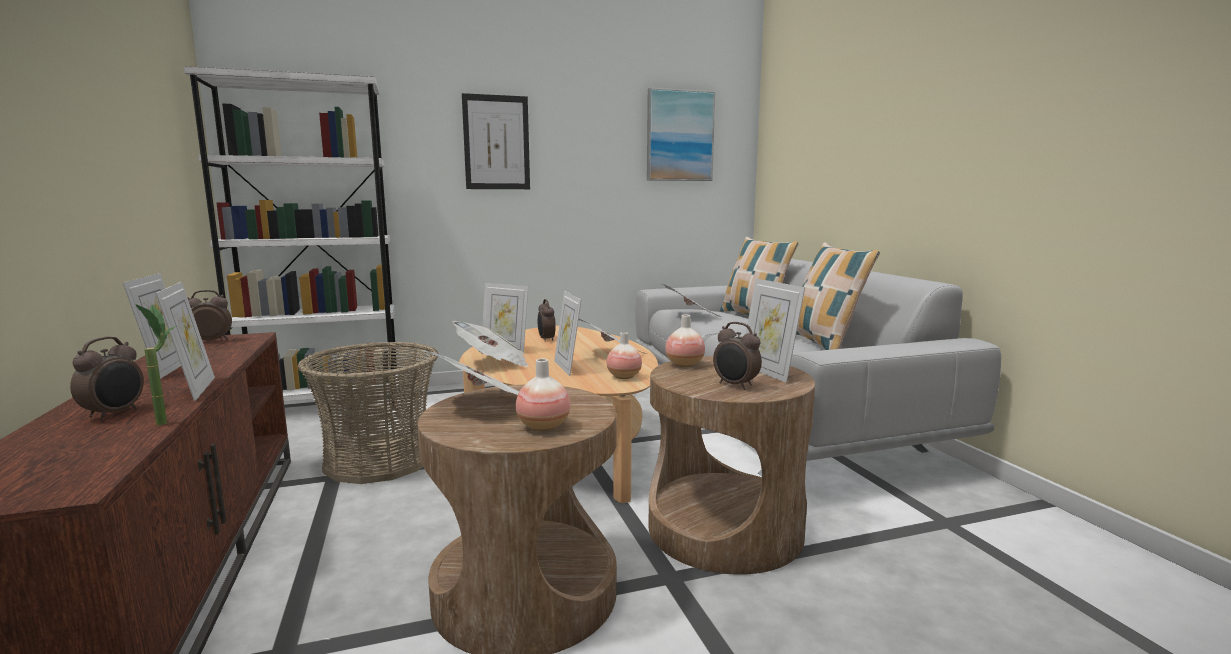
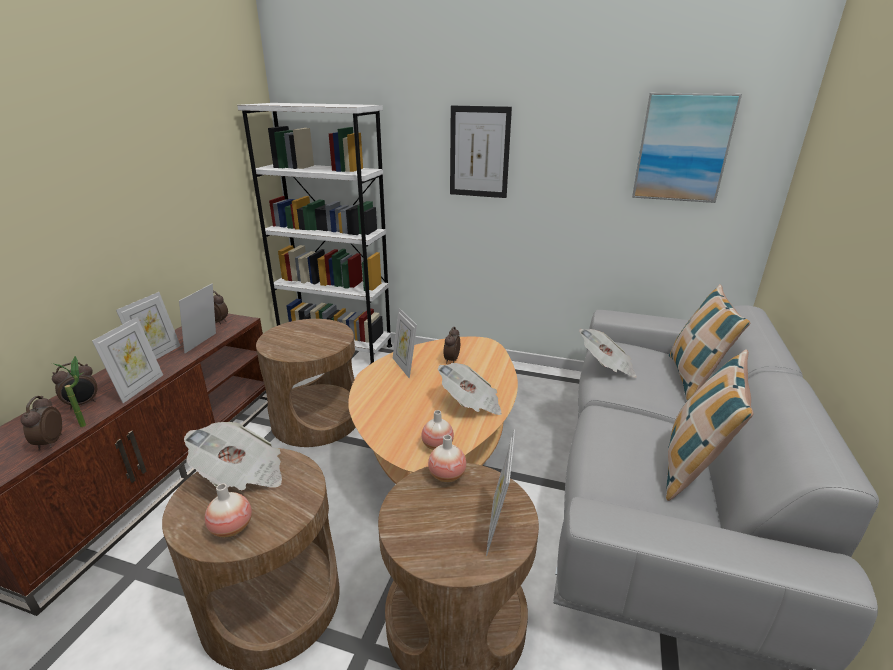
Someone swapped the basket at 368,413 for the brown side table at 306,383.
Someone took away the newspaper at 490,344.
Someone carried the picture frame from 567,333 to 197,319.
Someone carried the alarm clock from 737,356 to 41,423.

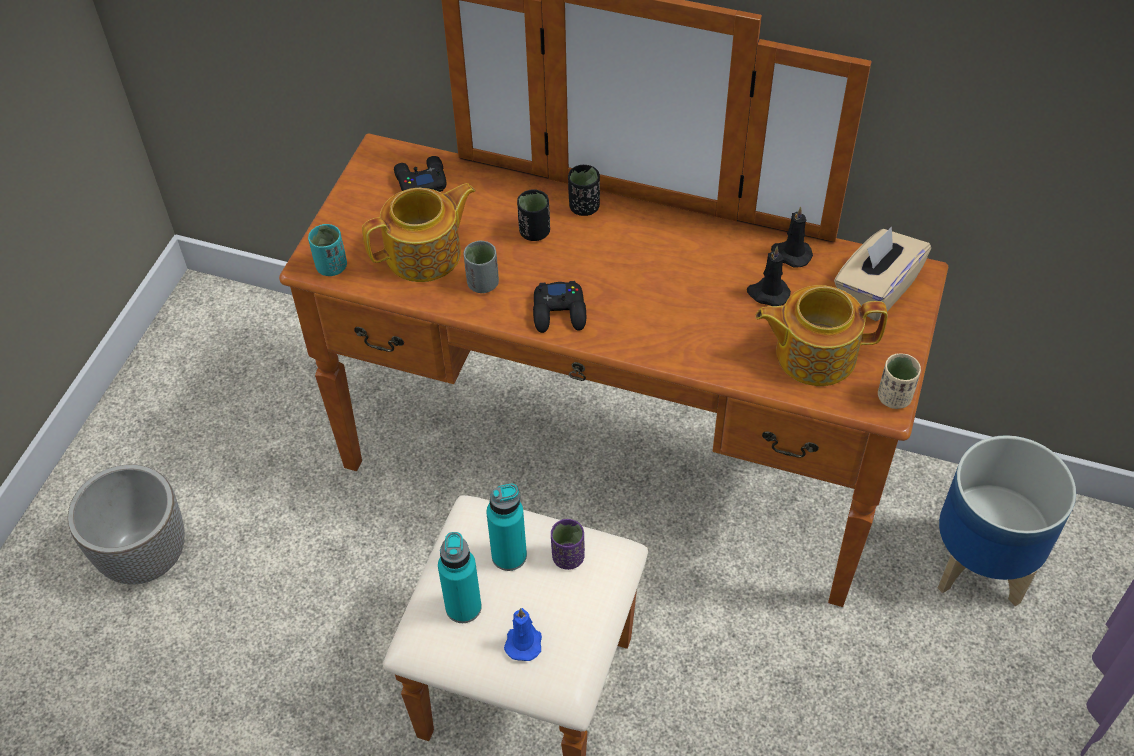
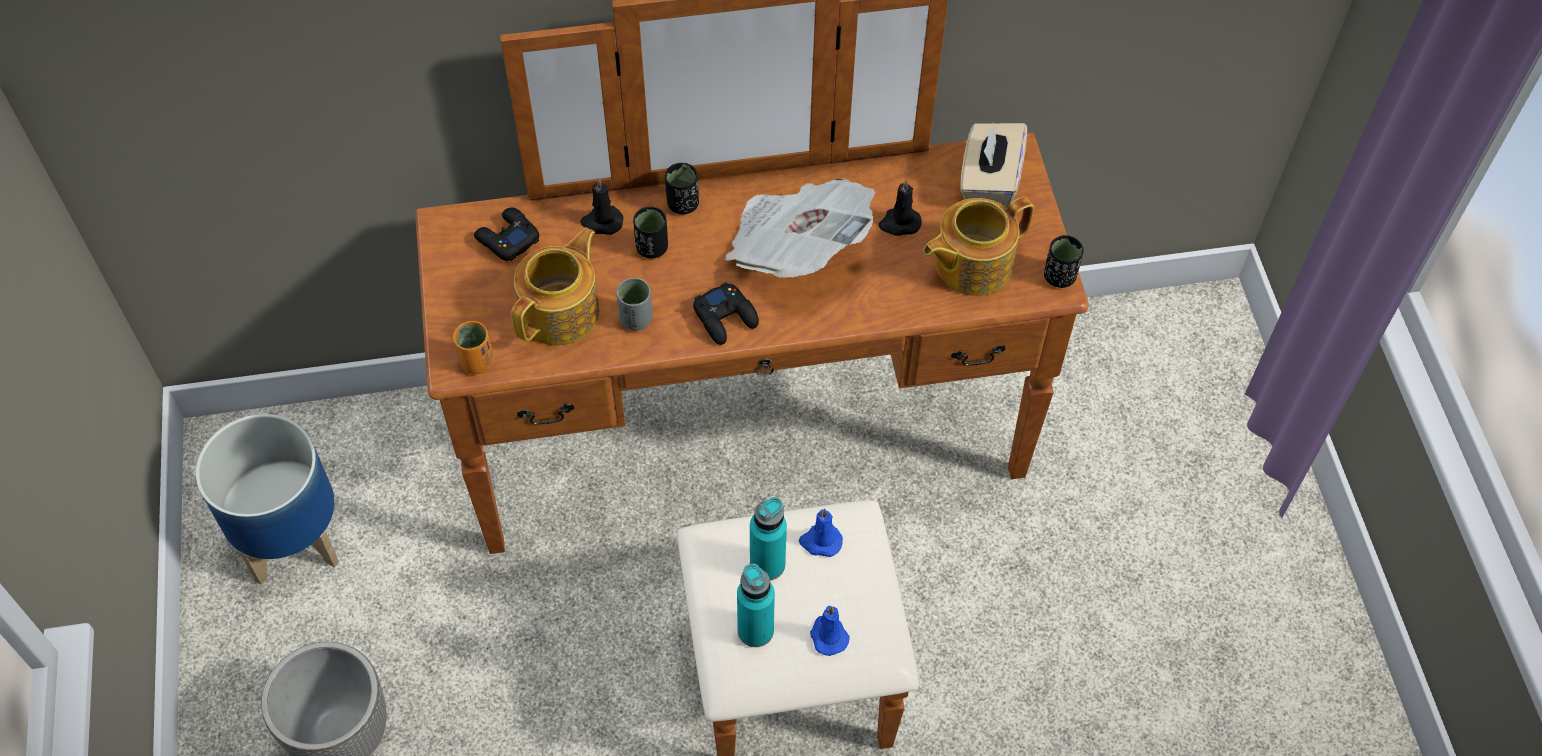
Someone repainted the turquoise cup at 327,250, which became the orange cup at 473,347.
Someone swapped the purple cup at 568,544 for the blue candle at 821,532.
Someone carried the black candle from 792,237 to 601,206.
Someone repainted the beige cup at 899,381, which became the black cup at 1064,261.
Someone carried the planter from 1007,521 to 267,499.
Someone put down the newspaper at 800,228.

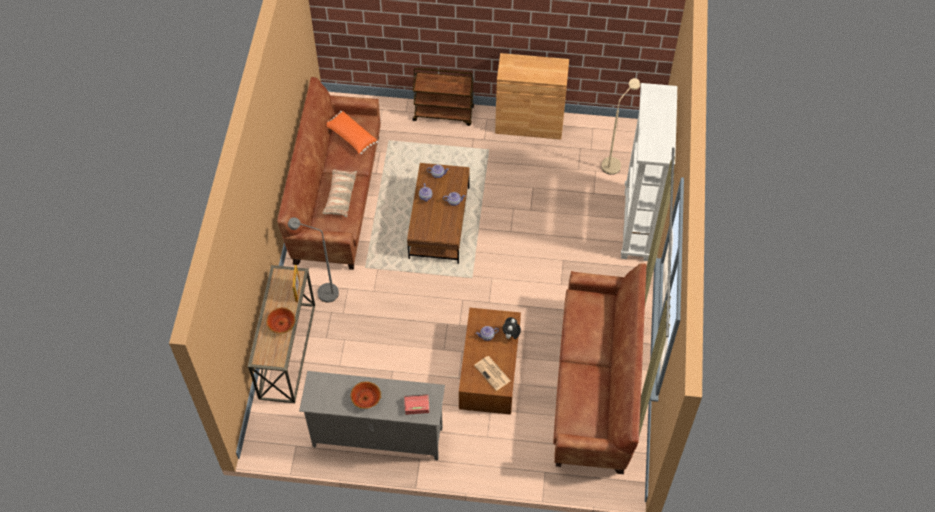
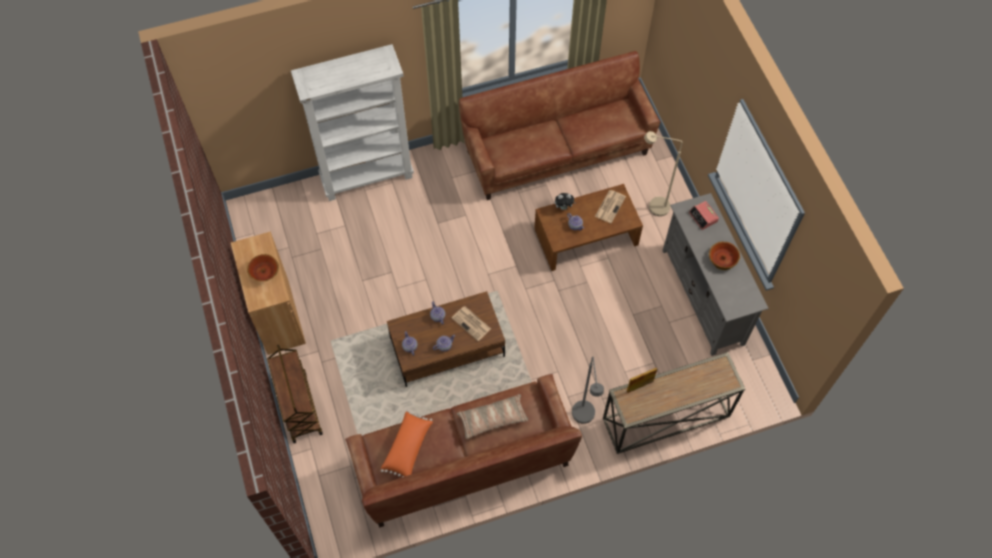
Someone carried the bowl from 280,320 to 263,267.
Someone carried the beige floor lamp from 620,126 to 663,173.
Someone put down the newspaper at 471,323.

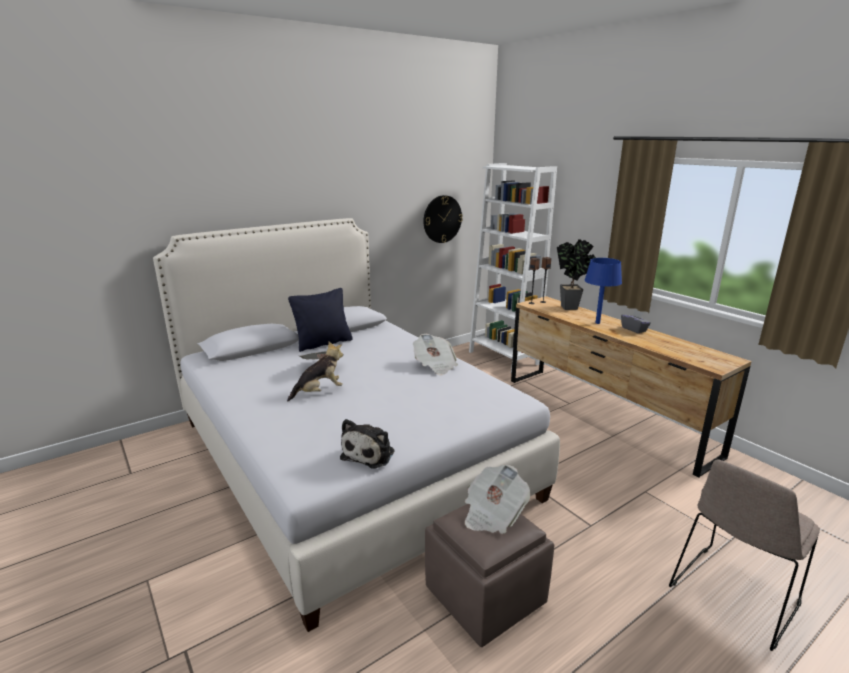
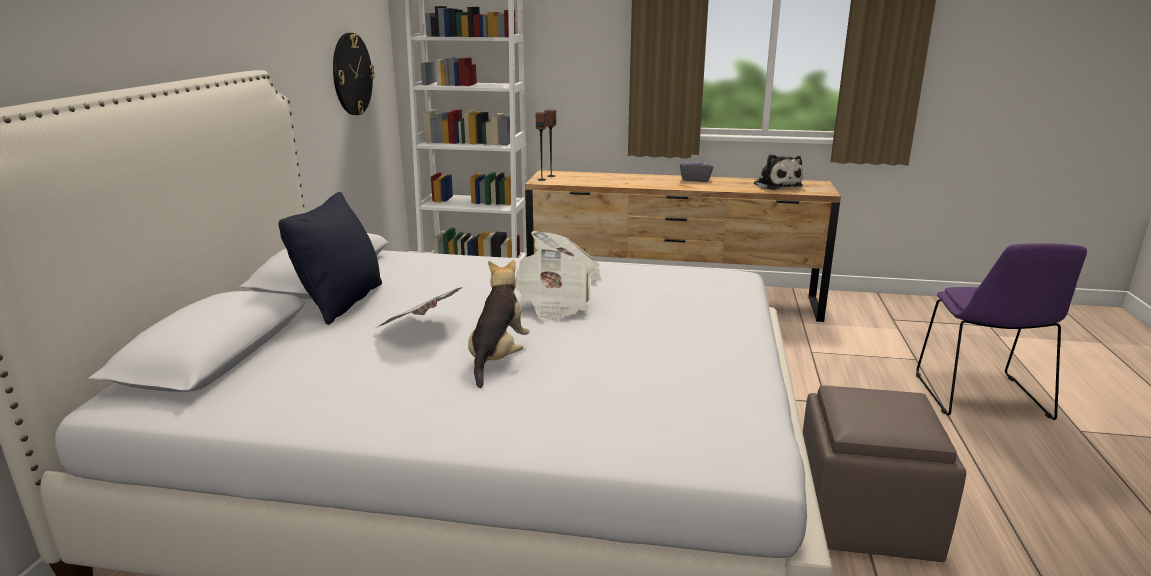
Someone carried the plush toy from 367,443 to 778,172.
Someone carried the newspaper from 497,499 to 553,285.
Someone took away the potted plant at 576,274.
Someone took away the blue table lamp at 603,291.
Someone repainted the beige chair at 744,555, which became the purple chair at 1001,331.

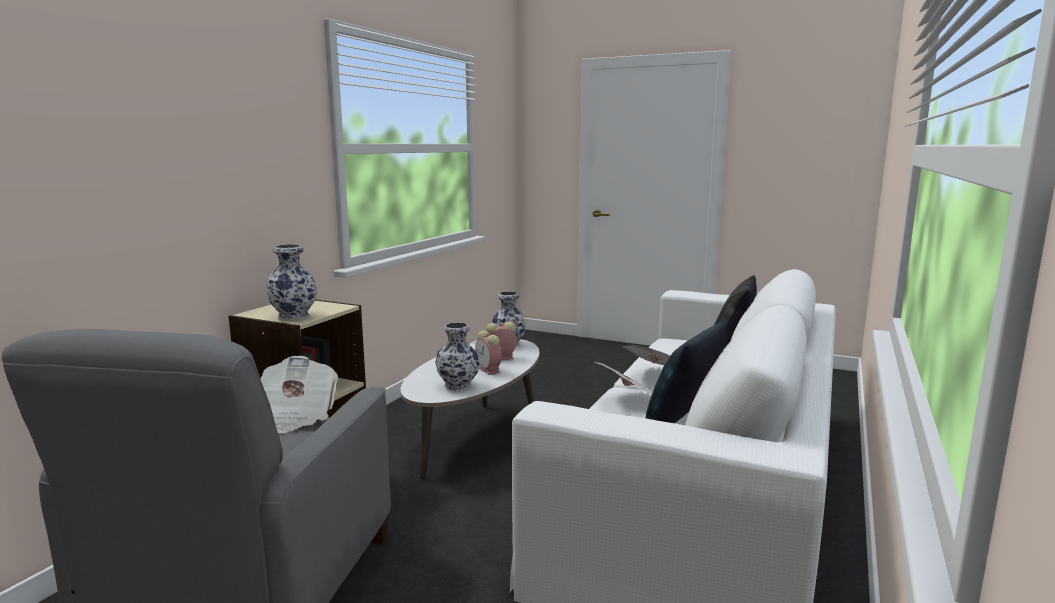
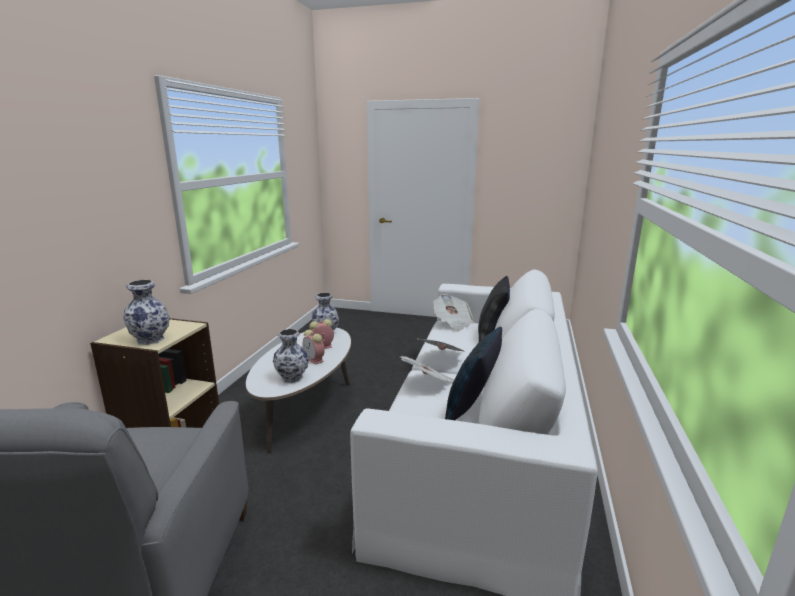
Someone carried the newspaper from 299,395 to 453,312.

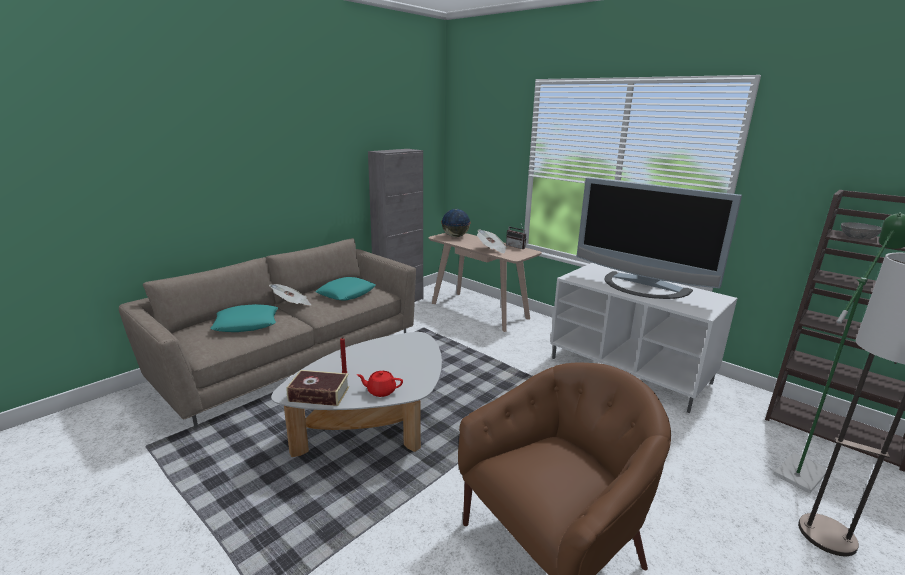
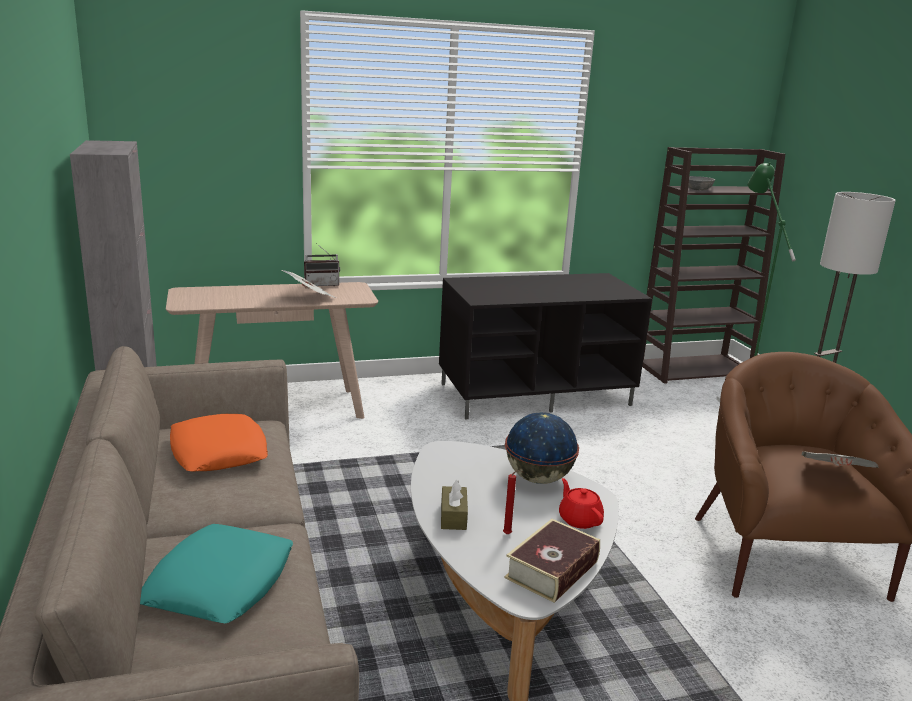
Someone carried the newspaper from 290,295 to 840,459.
Someone repainted the turquoise pillow at 346,288, which became the orange pillow at 219,442.
Someone rotated the red teapot at 380,384 by 120 degrees clockwise.
Someone carried the globe from 456,223 to 542,448.
Someone repainted the white tv stand at 643,338, which became the black tv stand at 545,346.
Someone took away the television at 659,238.
Someone put down the brown tissue box at 454,505.

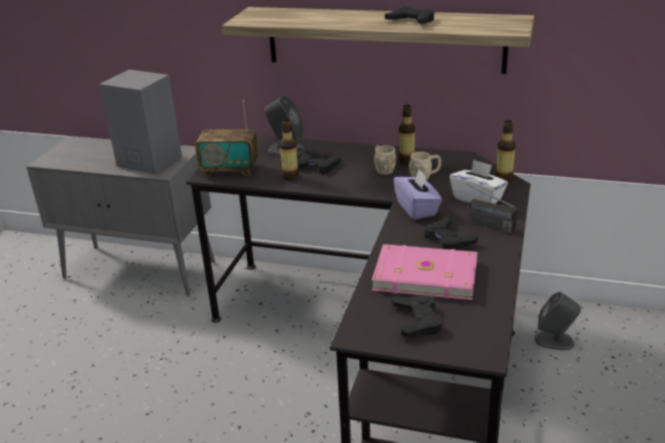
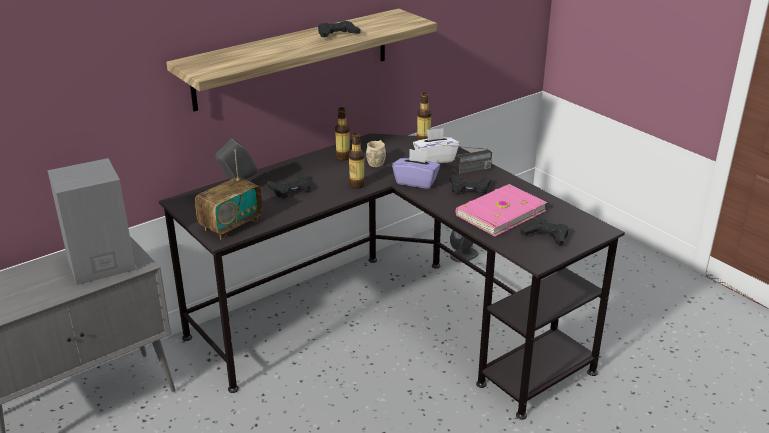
Someone carried the bottle from 289,150 to 357,161.
Someone took away the beige mug at 385,160.

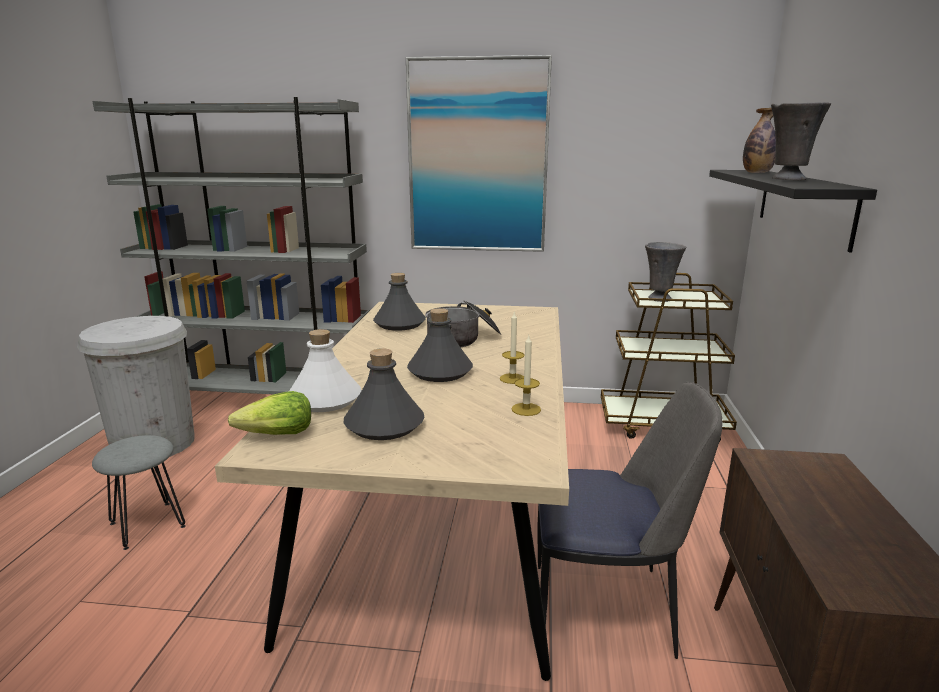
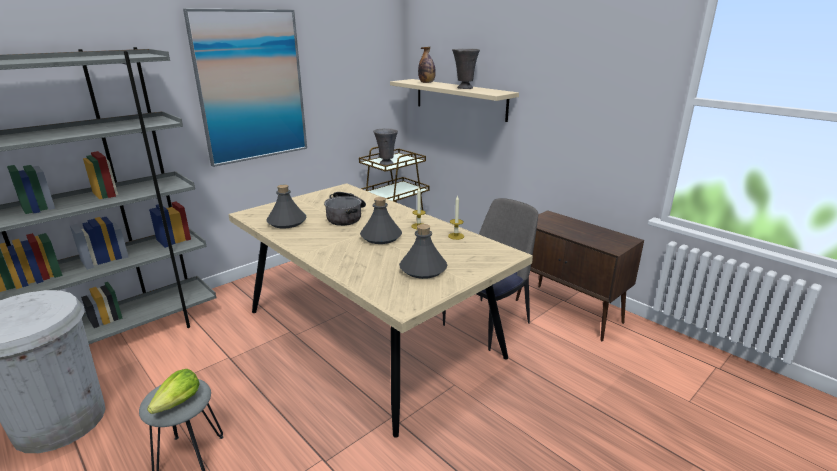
Someone carried the lettuce from 269,413 to 173,391.
Someone took away the white bottle at 325,370.
Someone repainted the black shelf at 793,211, which became the beige shelf at 454,100.

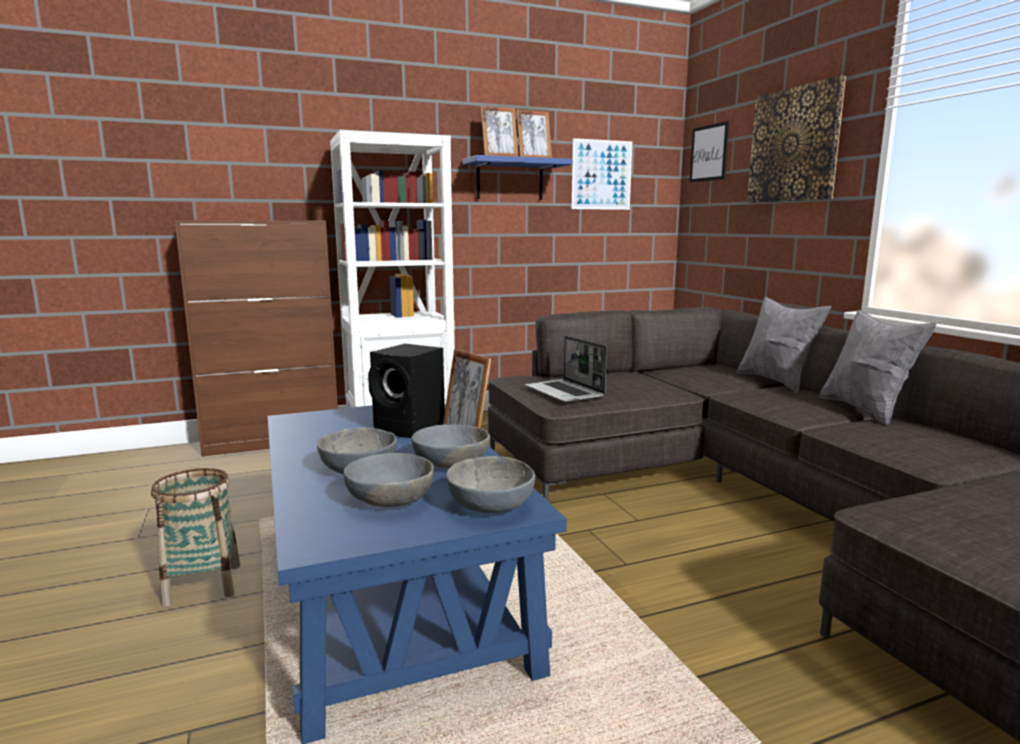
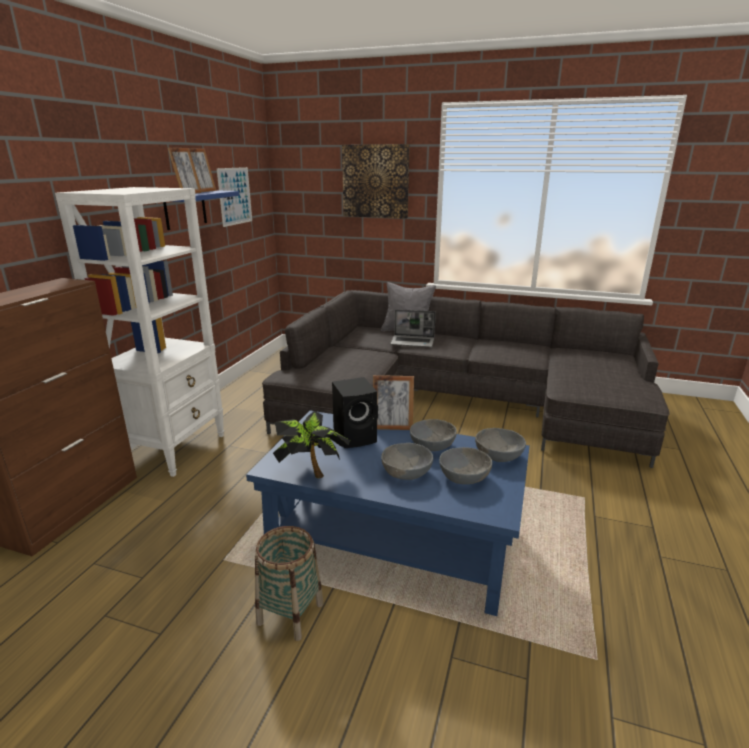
Someone carried the laptop from 566,369 to 413,328.
Someone took away the picture at 709,151.
Someone took away the grey pillow at 877,368.
Someone put down the potted plant at 311,444.

